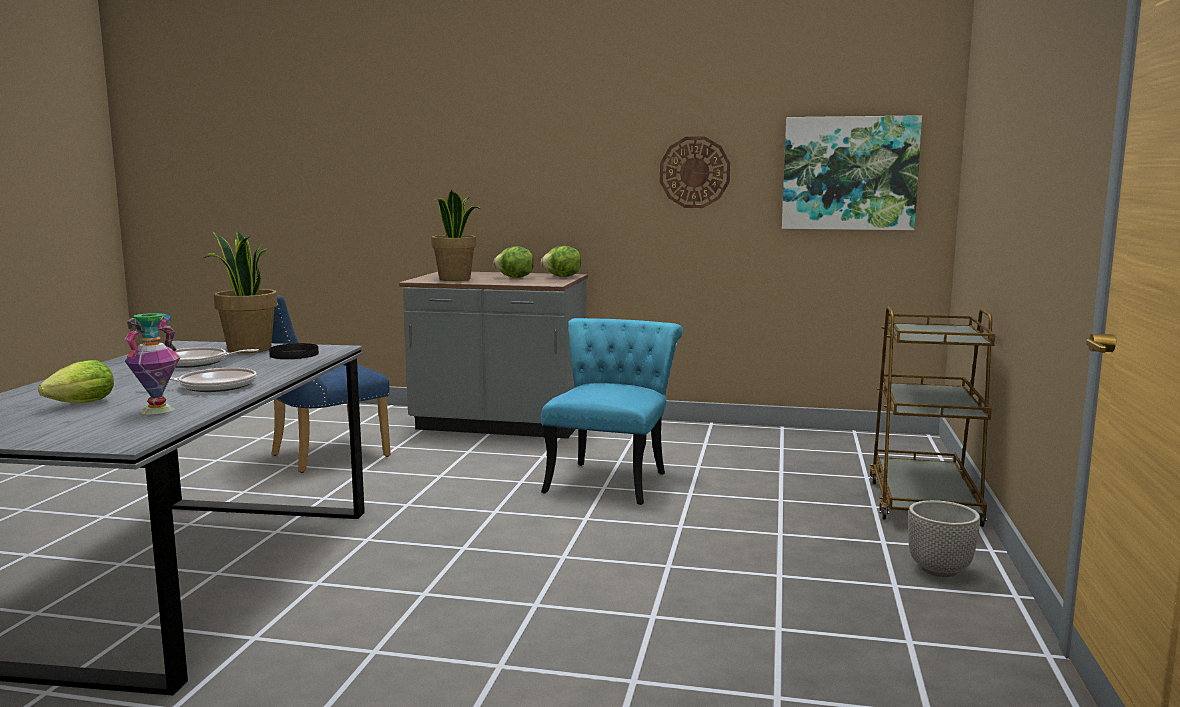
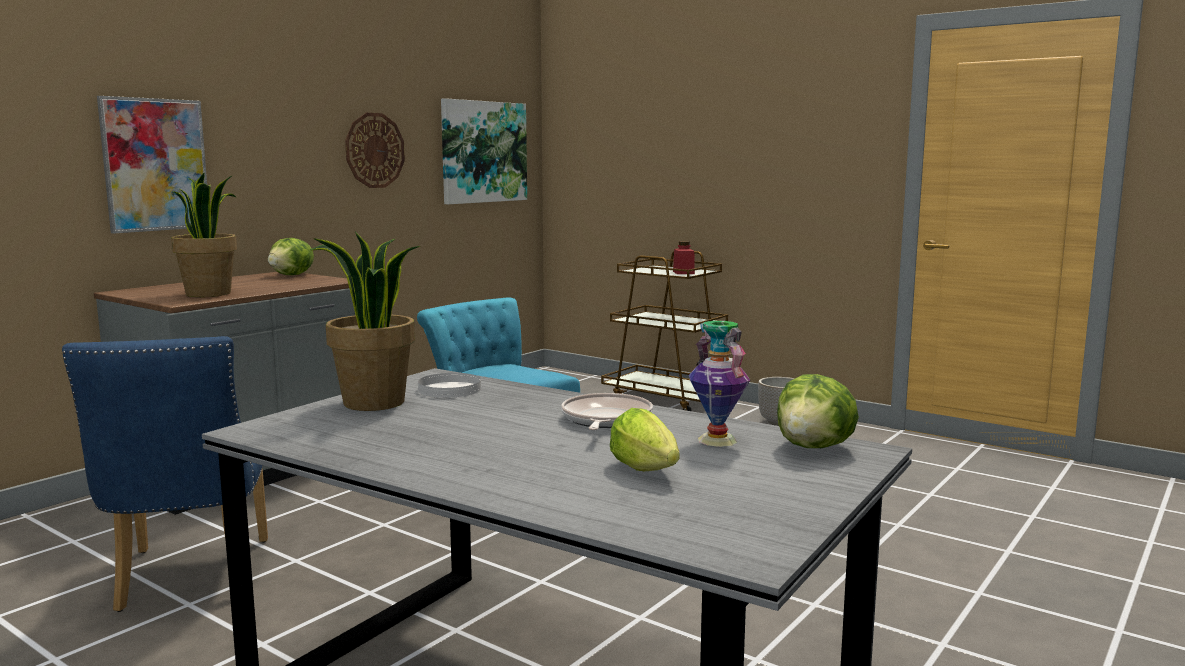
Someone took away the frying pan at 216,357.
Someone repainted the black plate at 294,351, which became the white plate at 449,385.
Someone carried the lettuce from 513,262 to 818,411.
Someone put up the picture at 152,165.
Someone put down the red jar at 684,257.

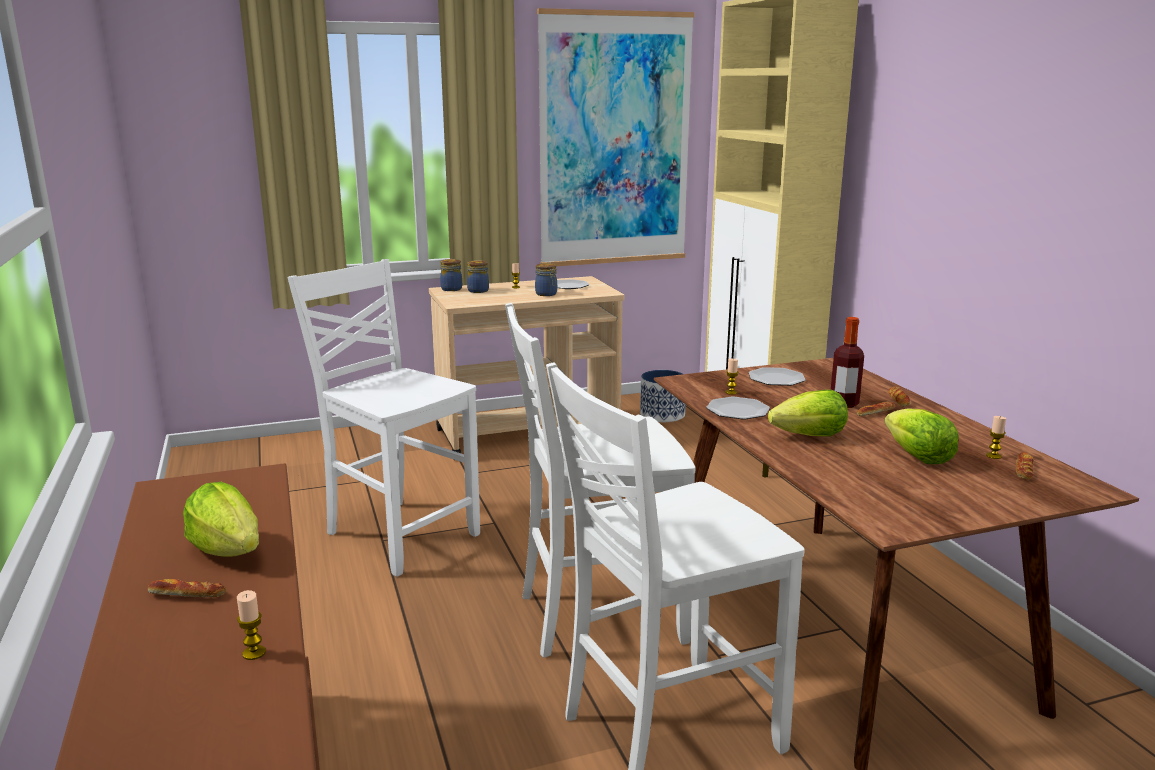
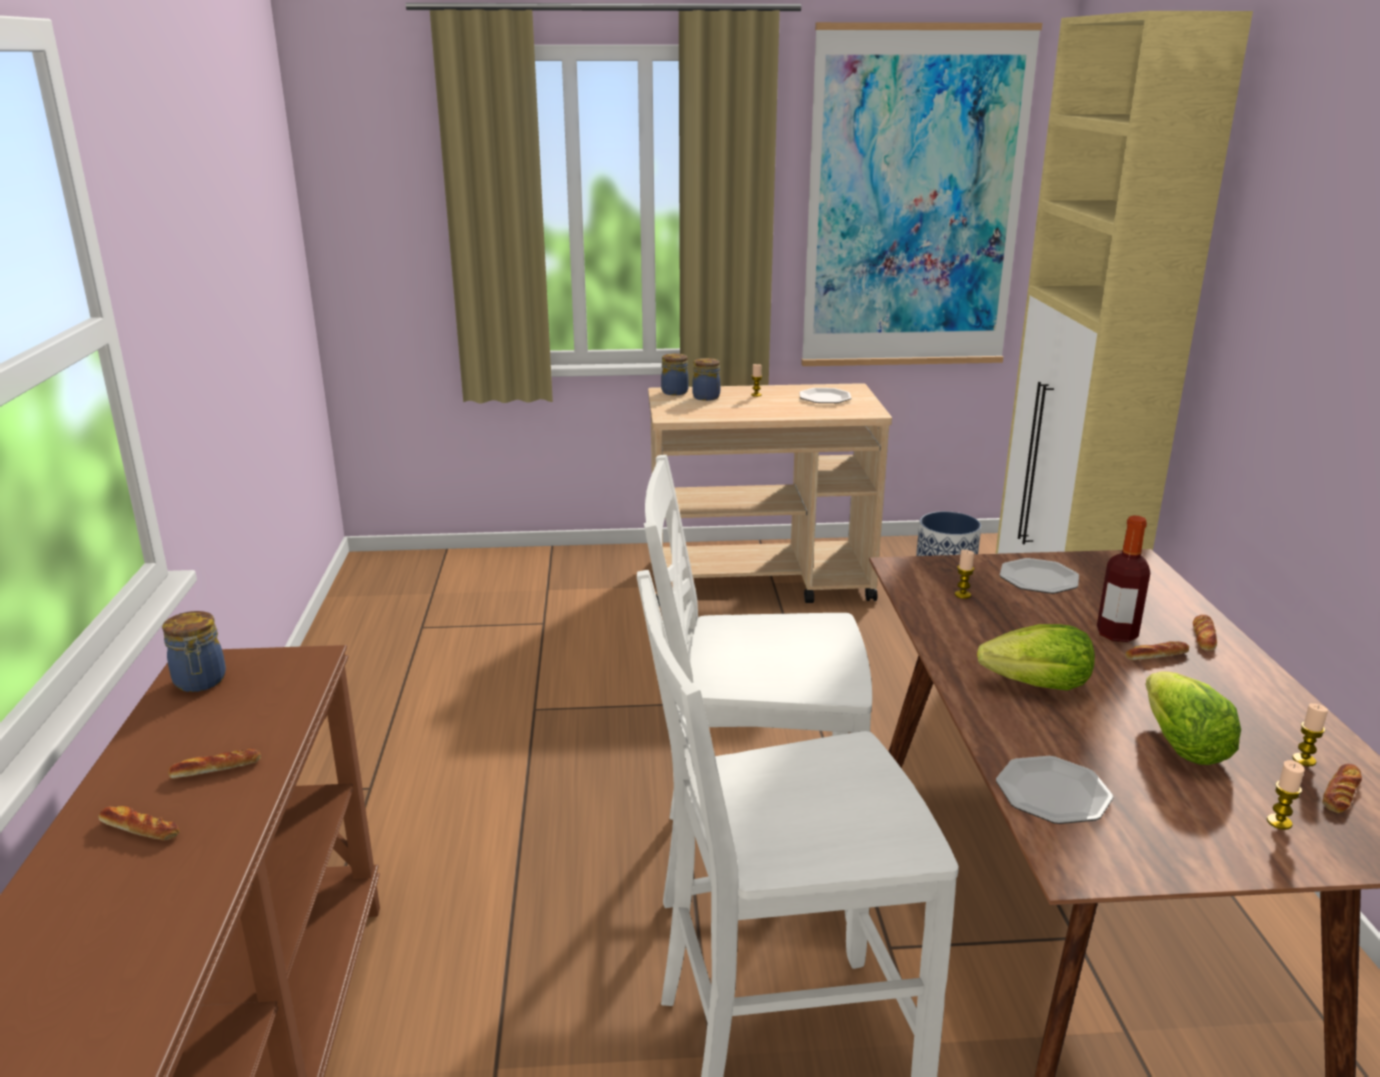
Someone swapped the lettuce at 221,519 for the bread at 214,763.
Someone carried the candle from 251,625 to 1286,795.
Someone took away the white chair at 383,418.
Someone carried the jar from 546,279 to 194,651.
Someone carried the plate from 738,408 to 1054,790.

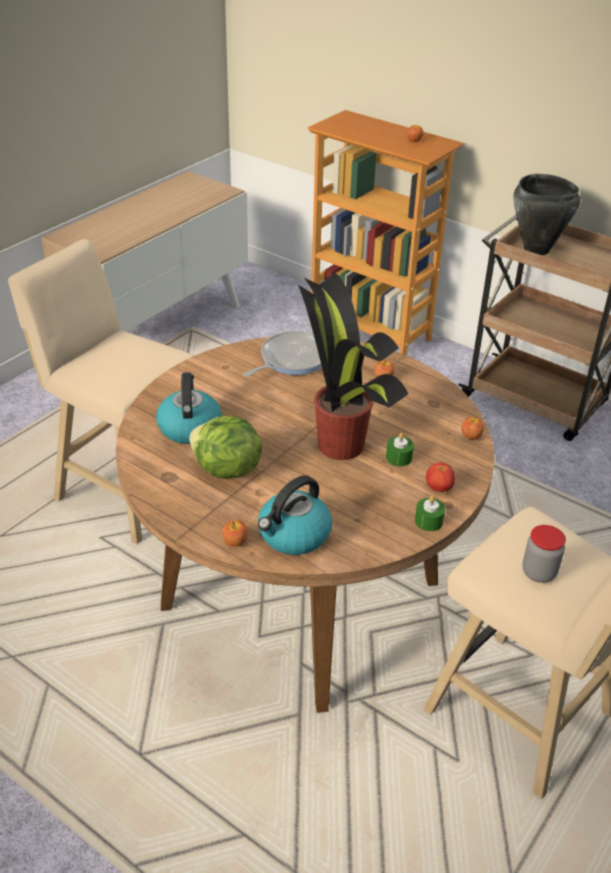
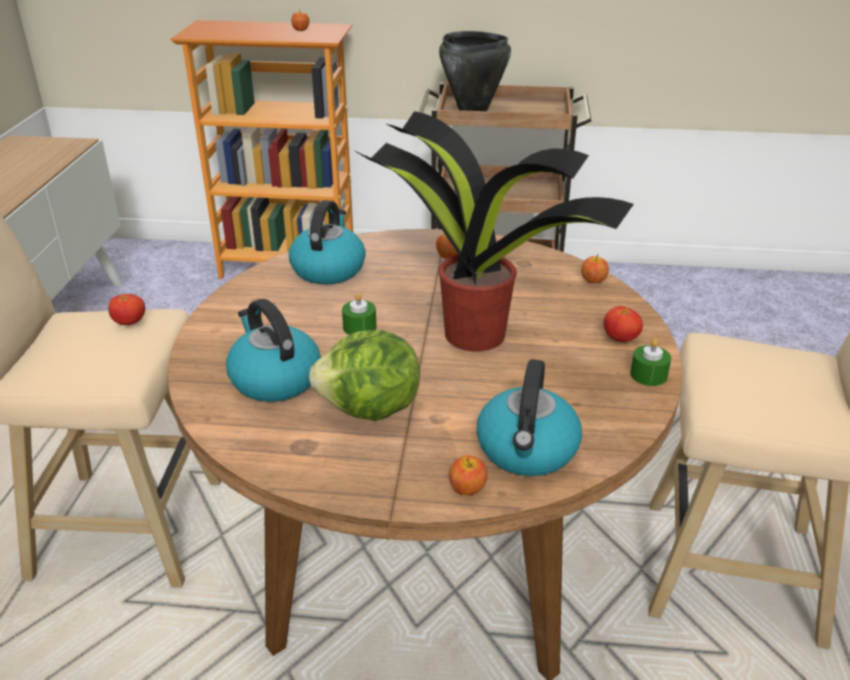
Someone swapped the frying pan at 282,354 for the kettle at 327,242.
Someone carried the green candle from 400,449 to 359,314.
Someone took away the jar at 544,554.
Someone put down the tomato at 127,309.

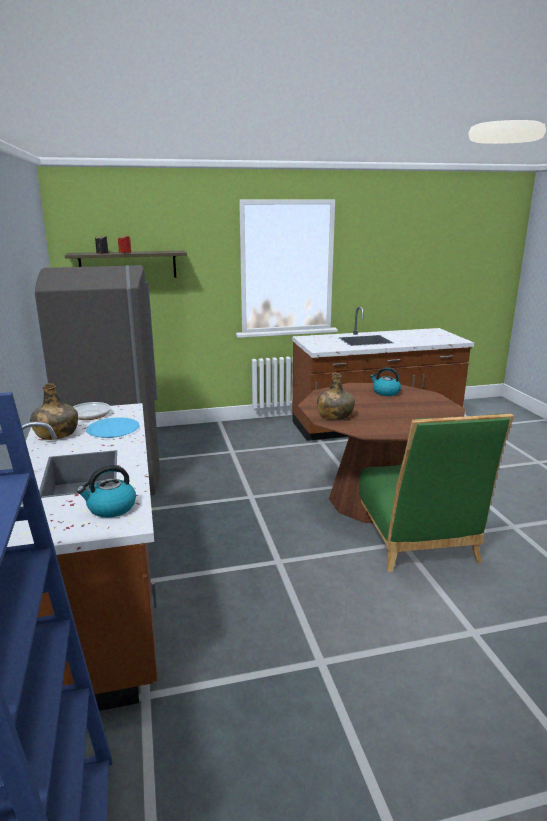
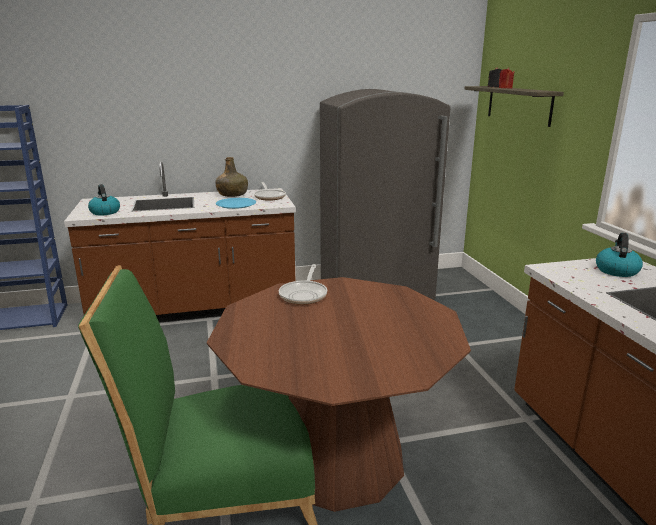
Someone swapped the green bottle at 336,396 for the frying pan at 303,284.
Someone carried the kettle from 385,381 to 619,255.

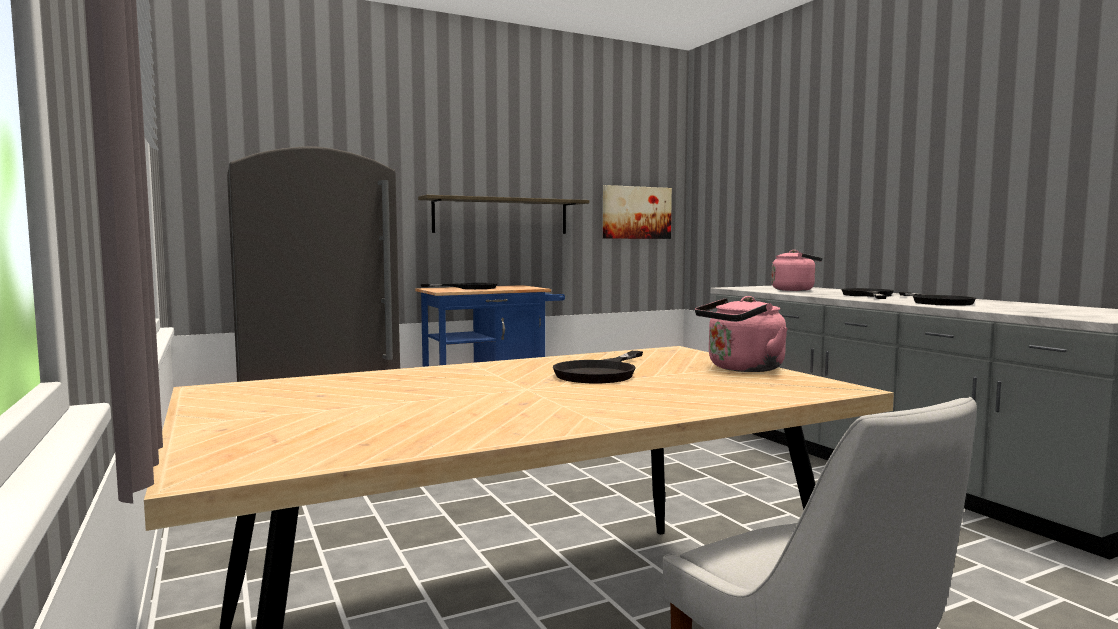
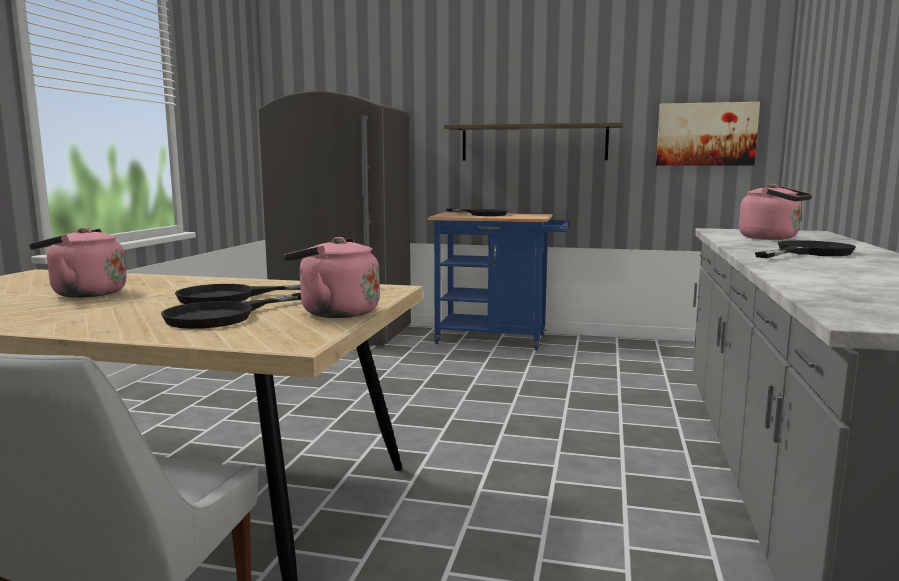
Someone carried the black frying pan from 937,299 to 231,311.
Someone put down the pink kettle at 78,262.

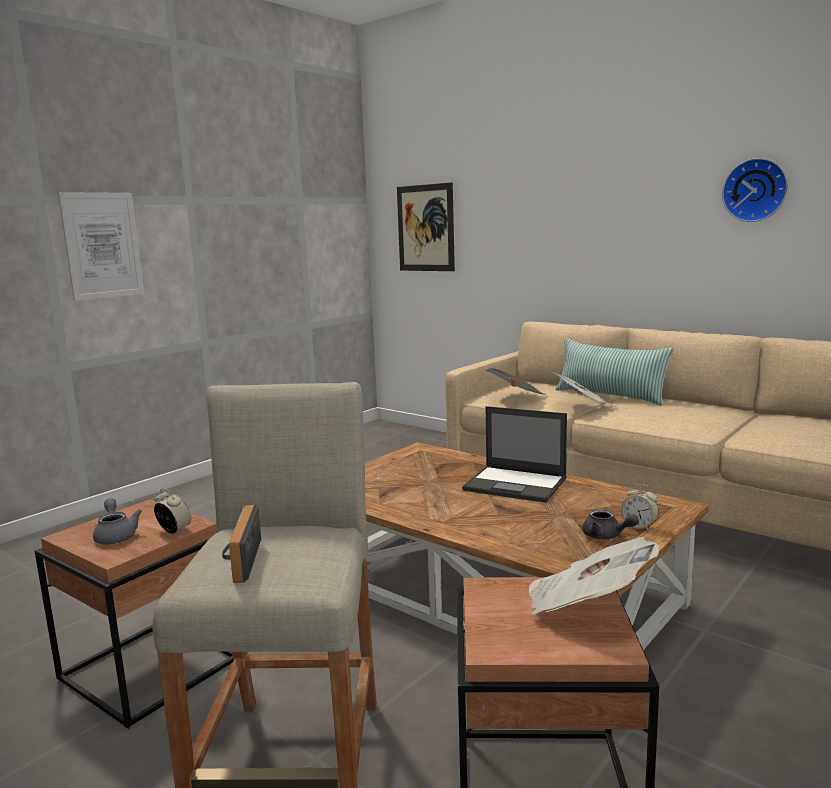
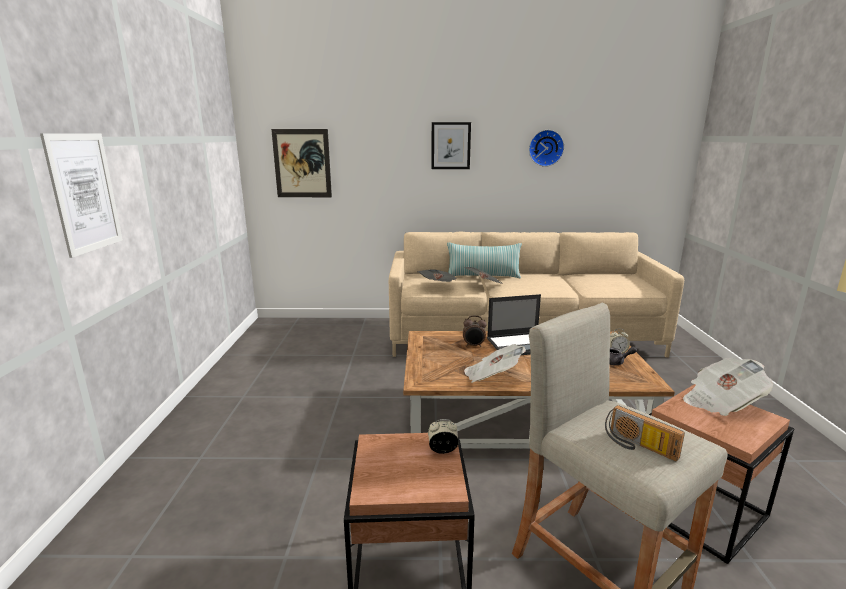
Someone took away the grey teapot at 117,521.
Someone put up the picture at 451,145.
Someone put down the alarm clock at 475,331.
Someone put down the newspaper at 495,363.

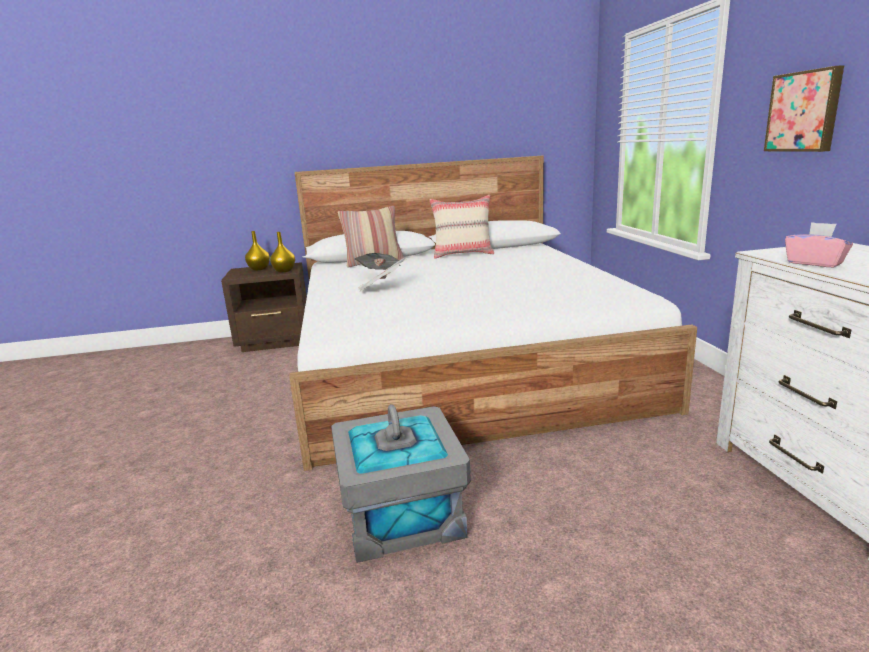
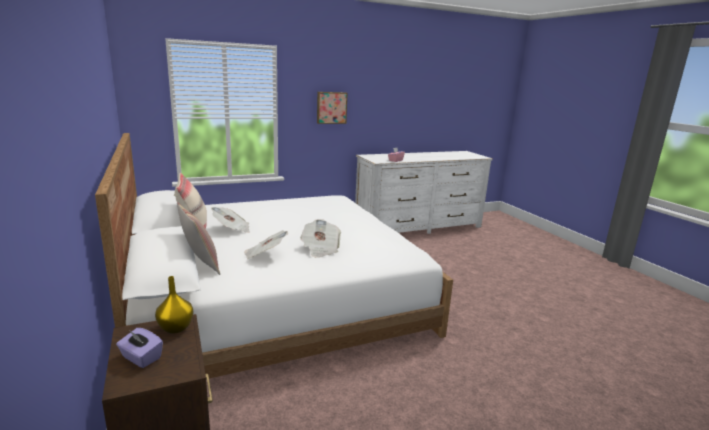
Someone swapped the yellow vase at 257,251 for the purple tissue box at 139,348.
Someone took away the grey storage box at 401,483.
Someone put down the newspaper at 230,220.

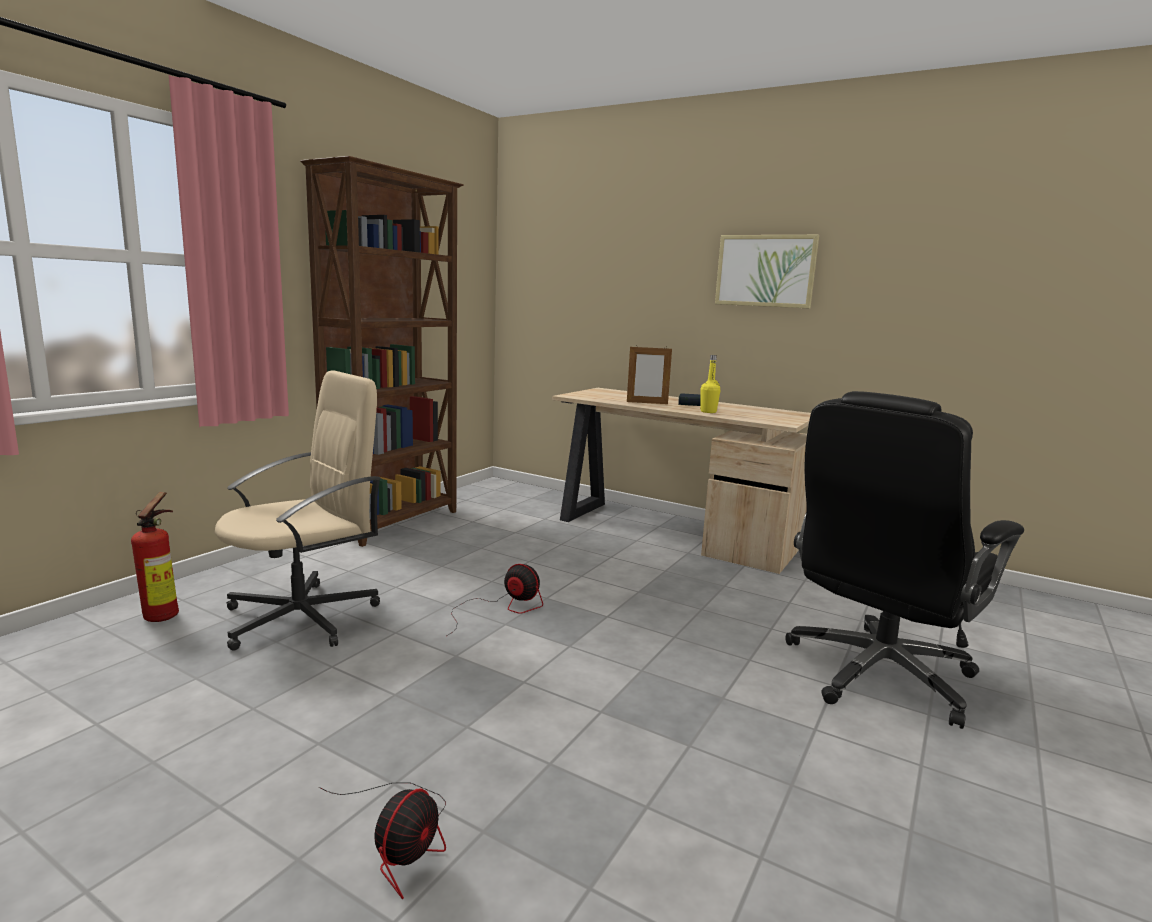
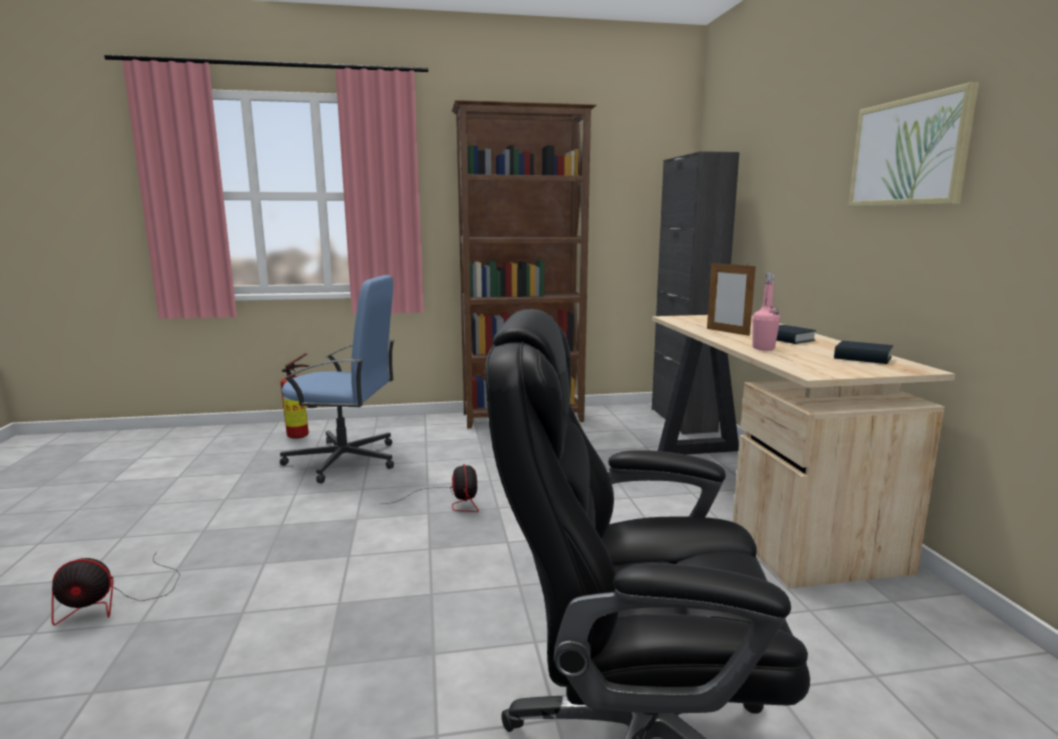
Someone repainted the beige office chair at 298,510, which became the blue office chair at 337,379.
Someone repainted the yellow bottle at 710,384, which became the pink bottle at 766,311.
Someone put down the black cabinet at 695,292.
Someone put down the book at 863,352.

